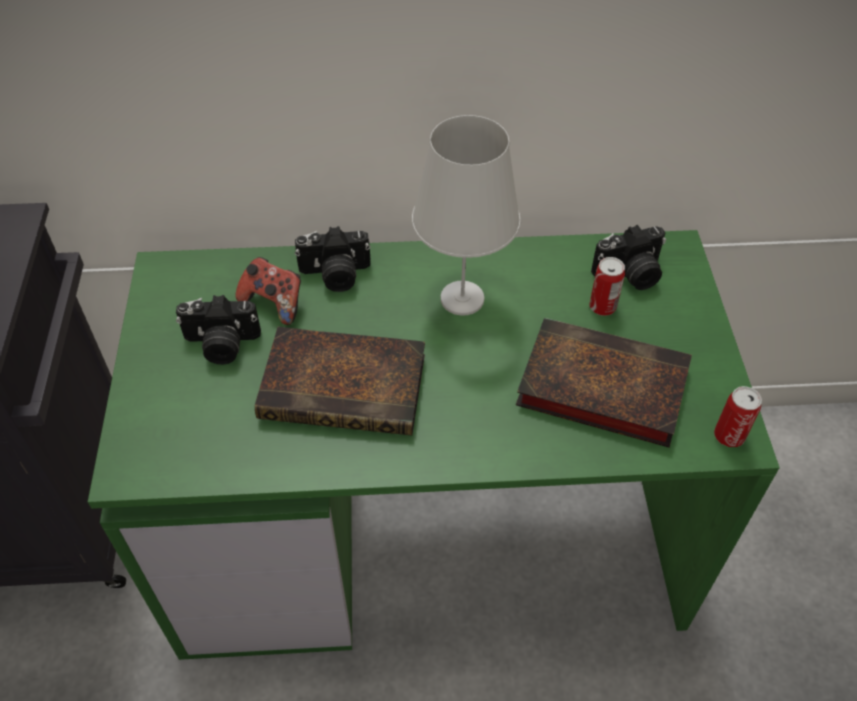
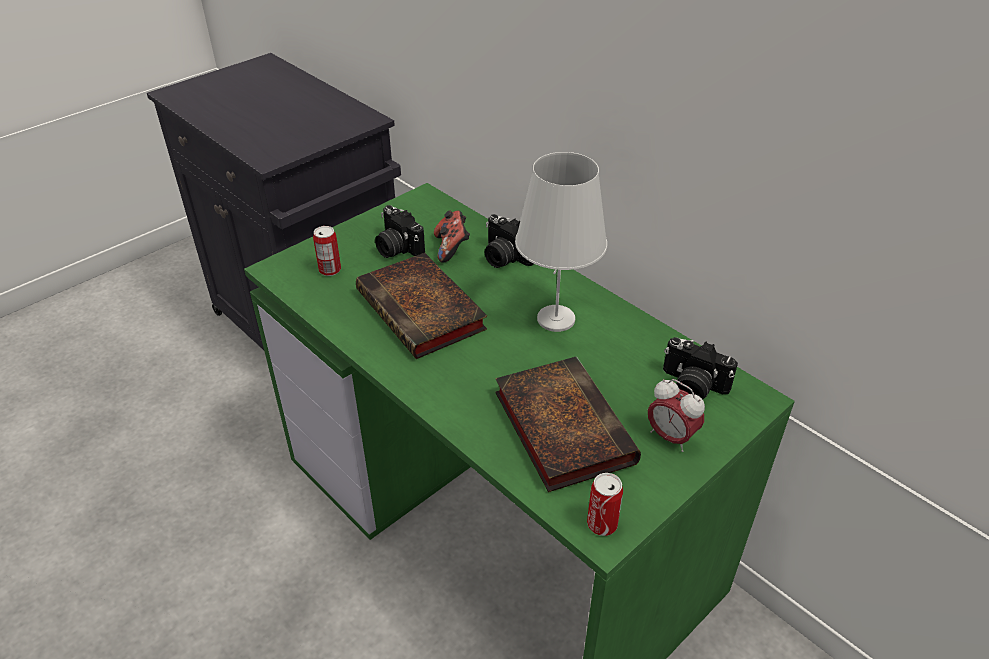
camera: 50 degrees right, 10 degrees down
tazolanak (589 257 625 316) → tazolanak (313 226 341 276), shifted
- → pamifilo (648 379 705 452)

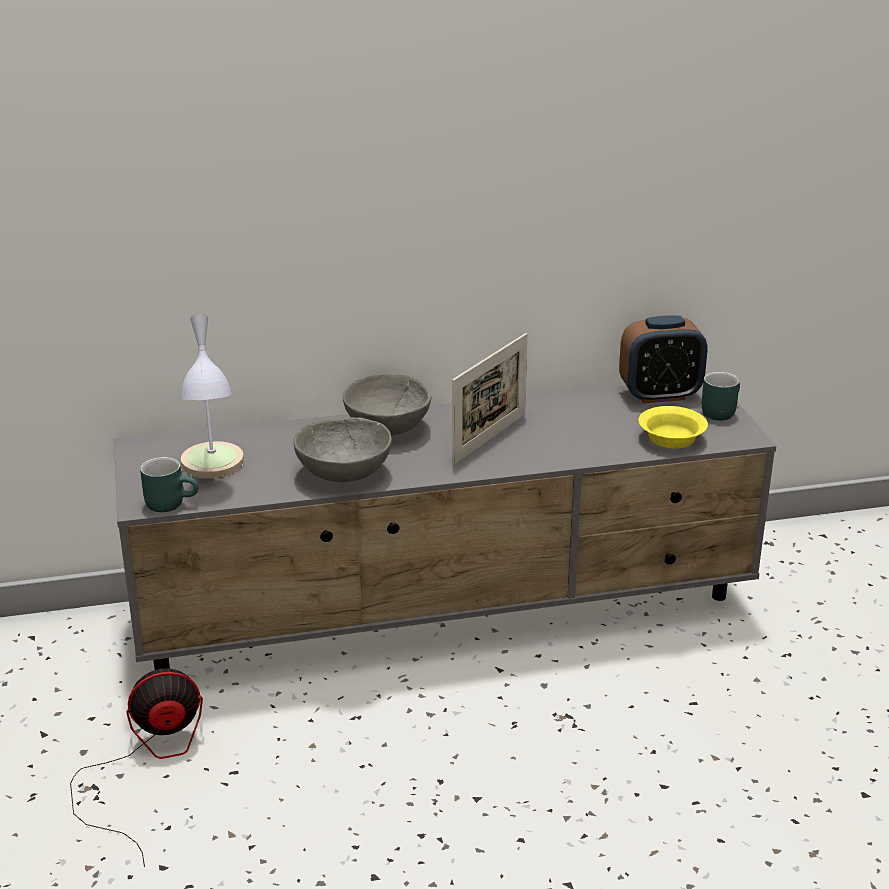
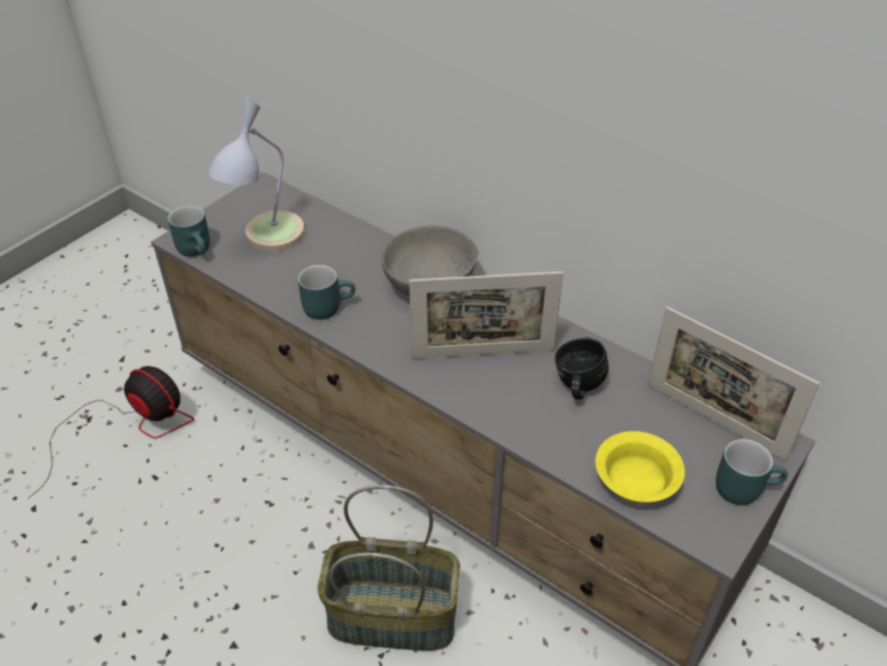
camera: 50 degrees right, 15 degrees up
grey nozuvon (294 417 392 482) → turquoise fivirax (298 265 355 320)
pamifilo (619 316 707 403) → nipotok (648 307 820 461)
- → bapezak (317 485 460 651)
- → black fivirax (555 337 609 400)

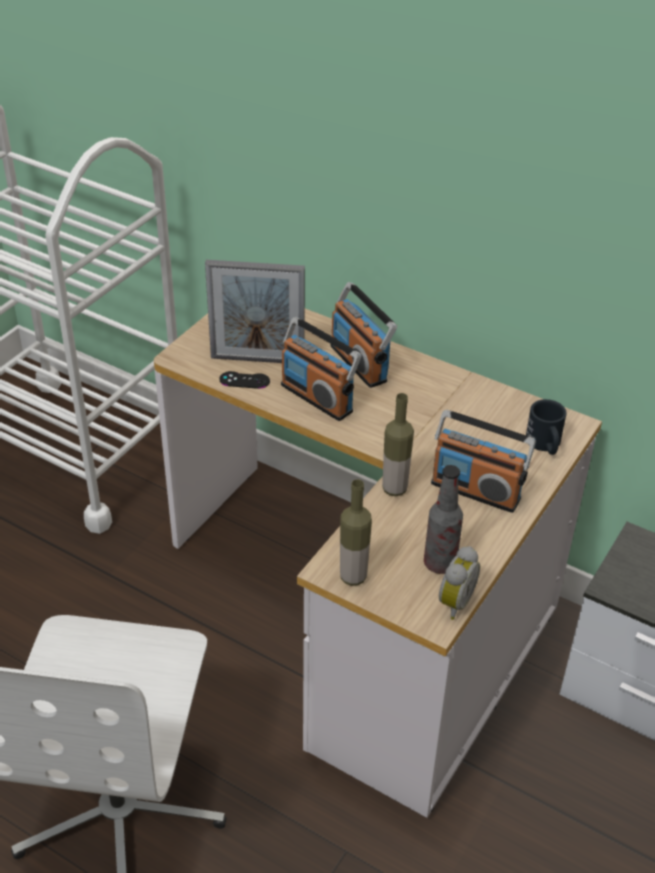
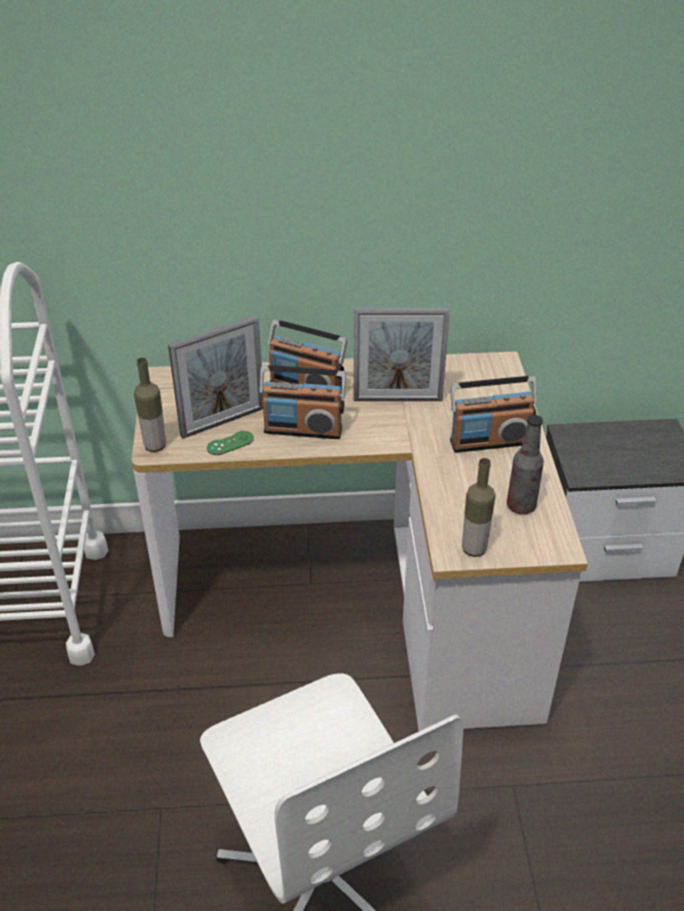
camera: 35 degrees left, 0 degrees up
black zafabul (219 371 270 389) → green zafabul (207 431 254 455)
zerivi (382 393 414 496) → zerivi (134 357 166 452), shifted
pamifilo (439 546 480 620) → -
black fivirax (526 399 567 455) → -
- → nipotok (354 308 450 401)

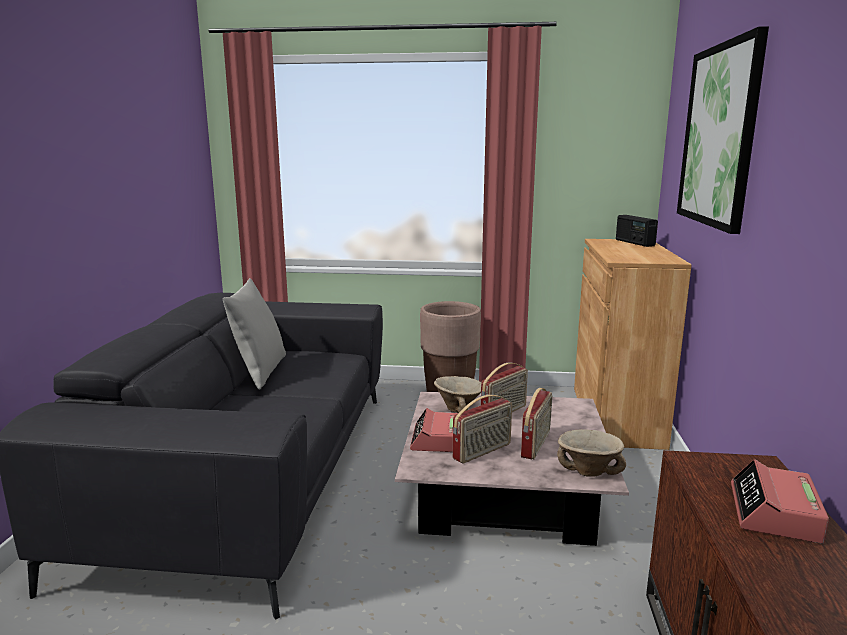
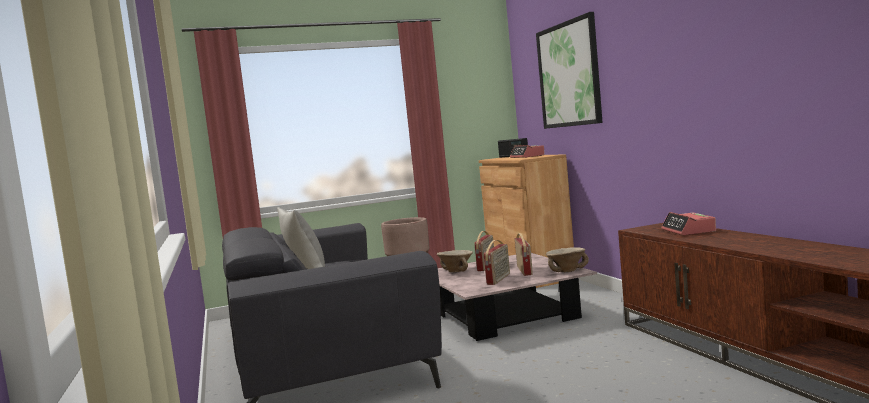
camera: 25 degrees left, 10 degrees down
pamifilo (410 408 458 452) → pamifilo (510 145 545 158), shifted

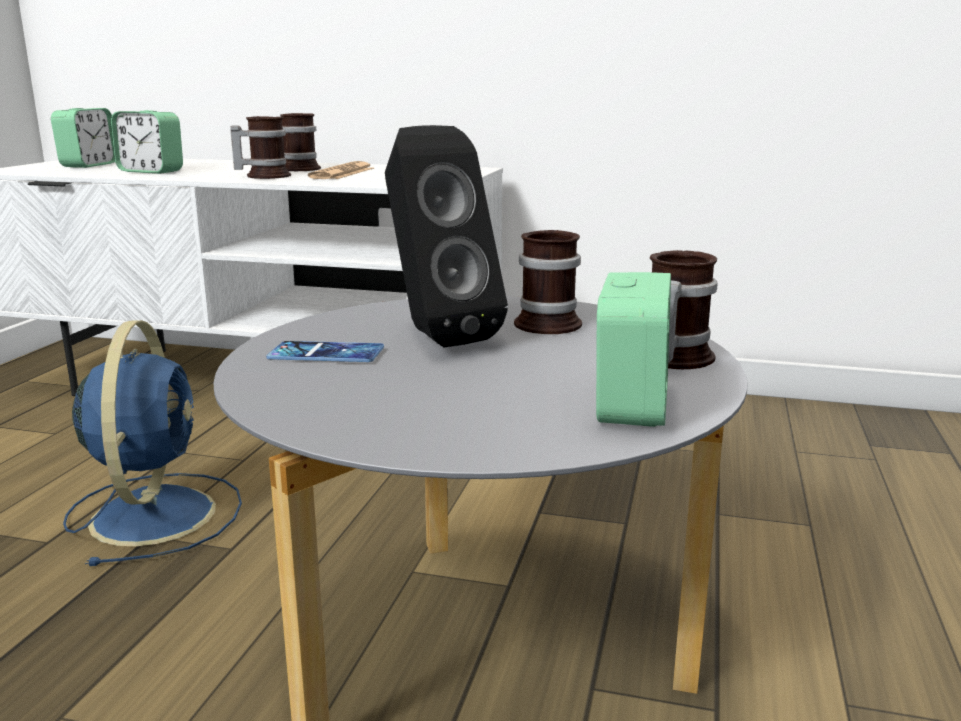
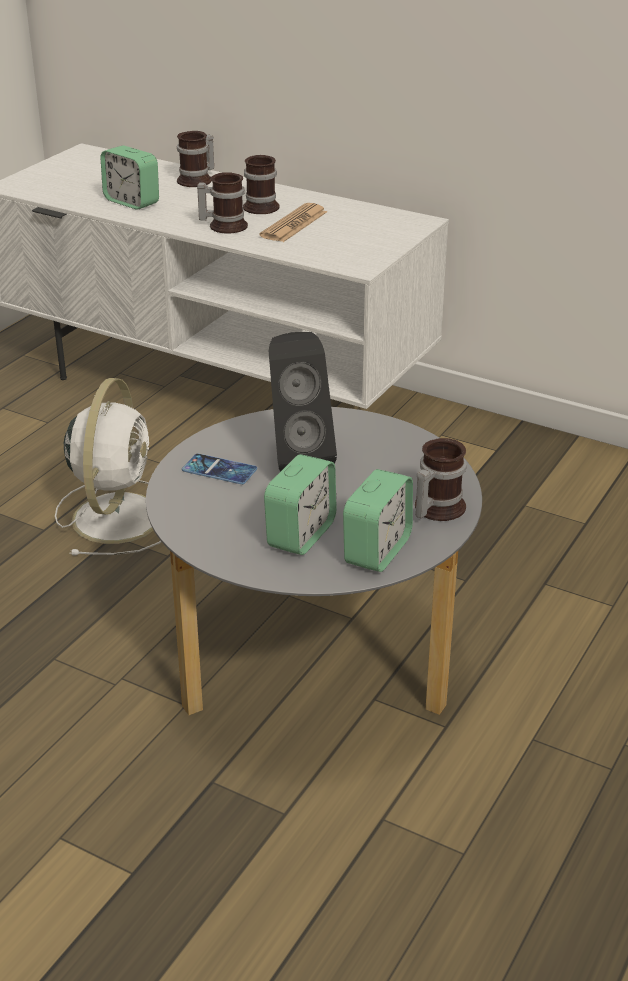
camera: 15 degrees right, 15 degrees up
pamifilo (51 108 115 168) → pamifilo (264 454 337 555), shifted
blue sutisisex (63 320 242 566) → white sutisisex (55 378 161 556)
fivirax (514 230 582 334) → fivirax (177 131 214 187), shifted

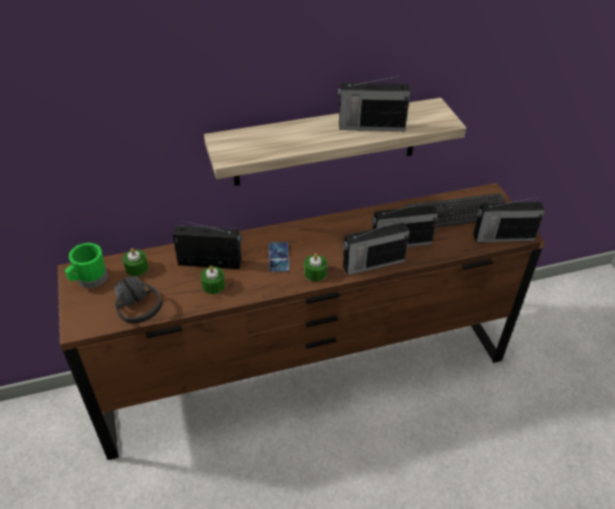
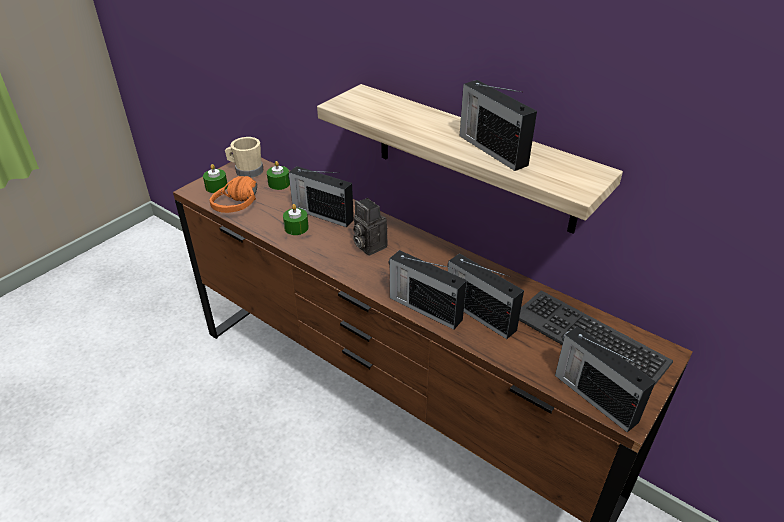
camera: 55 degrees right, 5 degrees down
green fivirax (64 243 108 288) → beige fivirax (225 137 264 178)
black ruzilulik (114 276 163 324) → orange ruzilulik (209 176 257 213)
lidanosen (172 220 242 269) → lidanosen (288 166 354 227), 150 degrees clockwise
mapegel (269 242 289 272) → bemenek (353 198 388 256)
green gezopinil (304 253 327 282) → green gezopinil (203 164 228 193), shifted

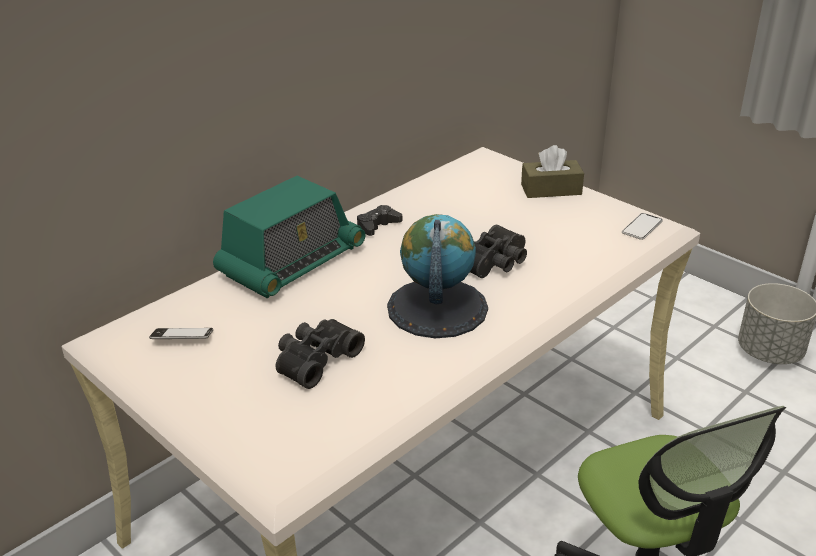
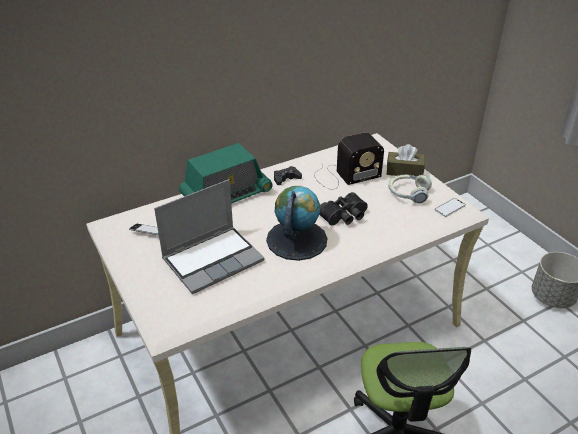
camera: 15 degrees right, 5 degrees up
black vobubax (276 319 365 389) → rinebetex (154 179 264 294)
- → lidanosen (314 133 384 190)
- → ruzilulik (388 175 432 204)

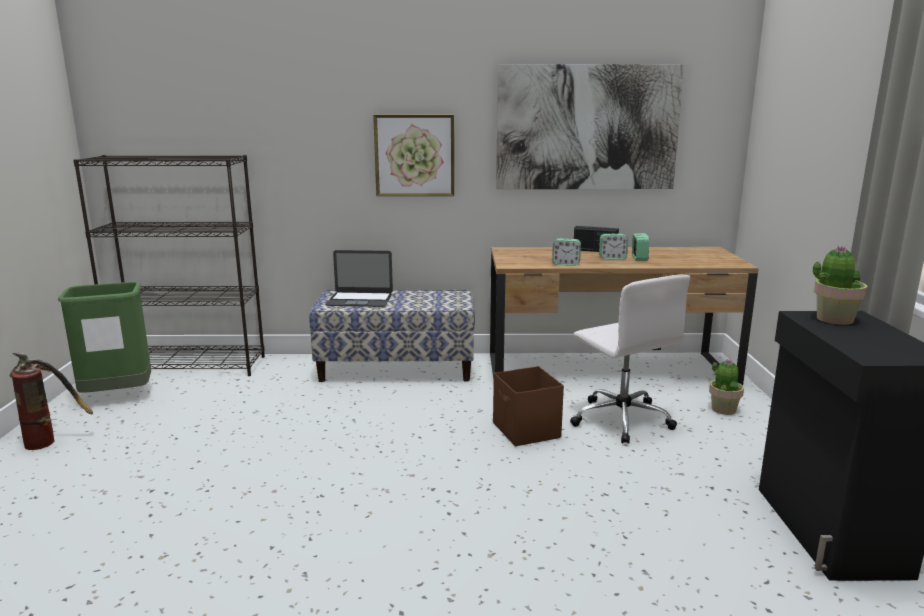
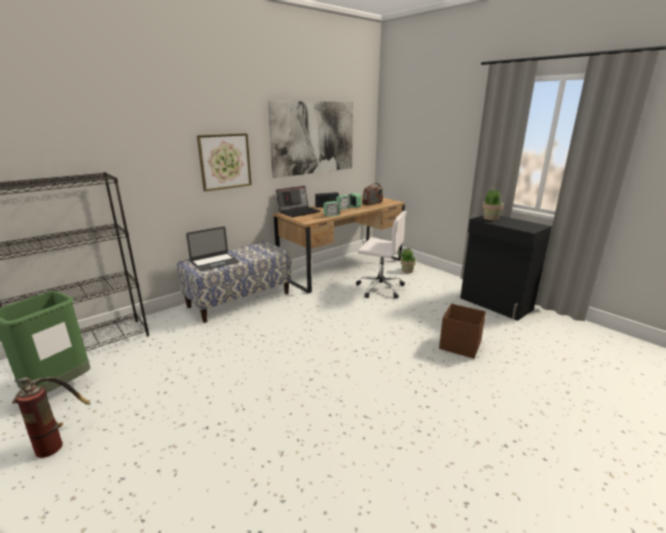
camera: 40 degrees left, 5 degrees up
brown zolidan (493 366 564 446) → brown zolidan (439 304 486 359), shifted
- → rinebetex (276 186 320 217)
- → lidanosen (362 183 383 206)

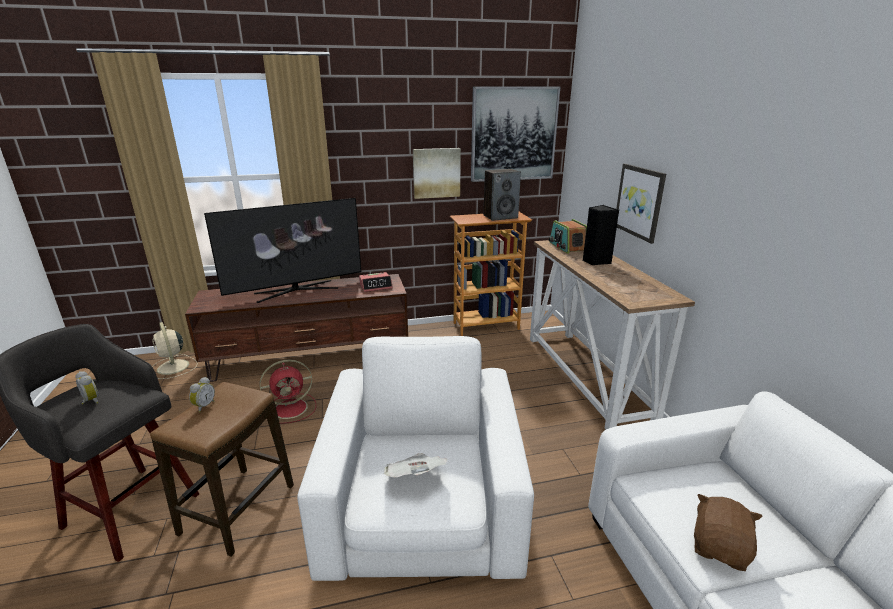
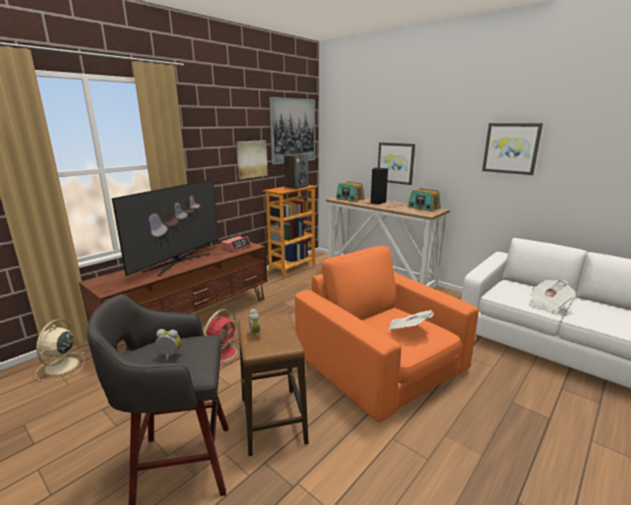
camera: 35 degrees left, 5 degrees down
beige sutisisex (152 322 198 379) → beige sutisisex (35 319 85 381), 75 degrees clockwise
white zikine (297 336 534 581) → orange zikine (295 246 479 423)
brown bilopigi (694 494 763 571) → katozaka (529 280 576 312)
- → lidanosen (407 188 441 211)
- → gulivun (482 123 543 175)

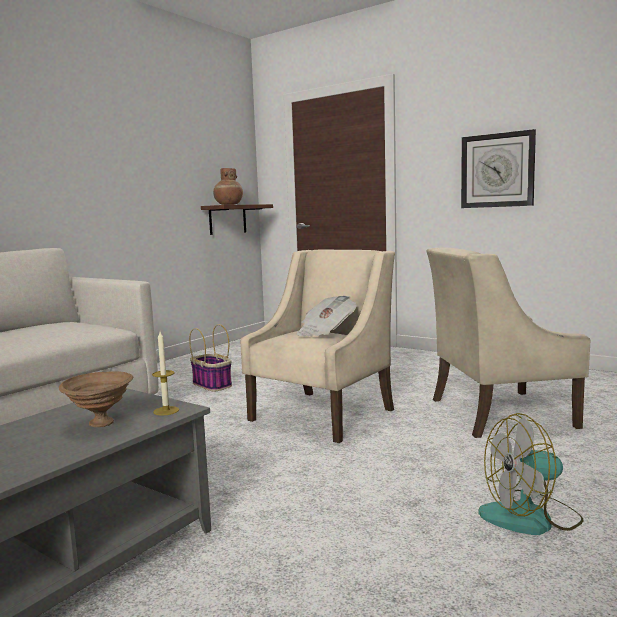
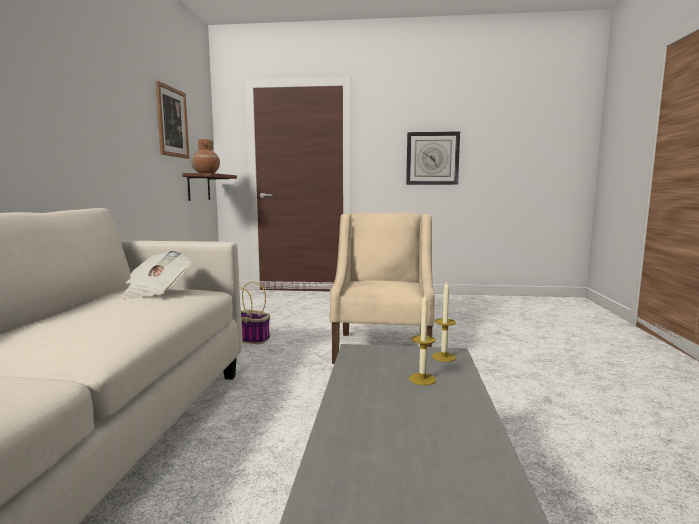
camera: 30 degrees left, 0 degrees up
brown nozuvon (59 371 133 427) → gezopinil (409 294 436 385)
katozaka (296 296 356 337) → katozaka (121 250 192 299), shifted
beige zikine (427 247 590 438) → -
sutisisex (478 413 583 535) → -
- → gulivun (156 81 189 159)

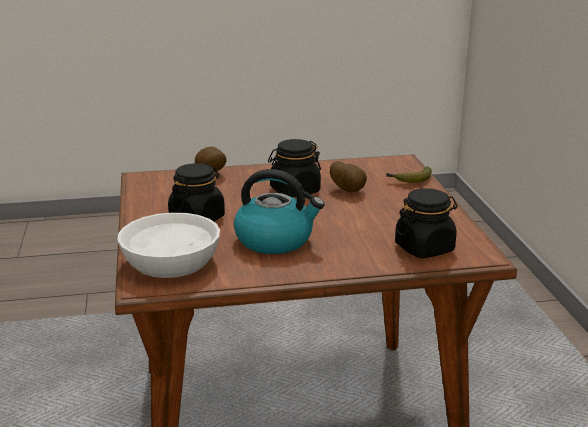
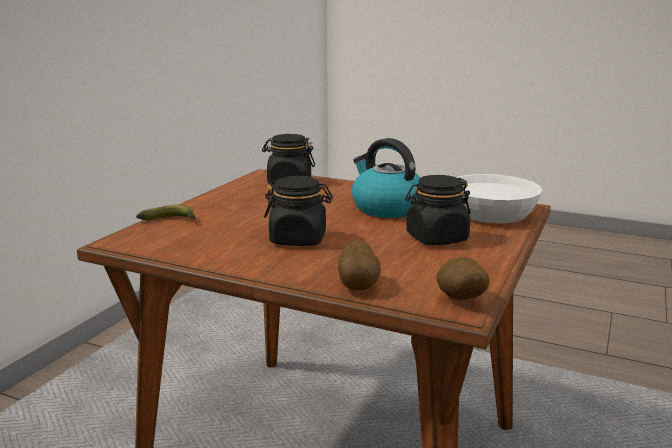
camera: 145 degrees left, 5 degrees down
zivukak (330 161 367 192) → zivukak (437 257 490 300), shifted

